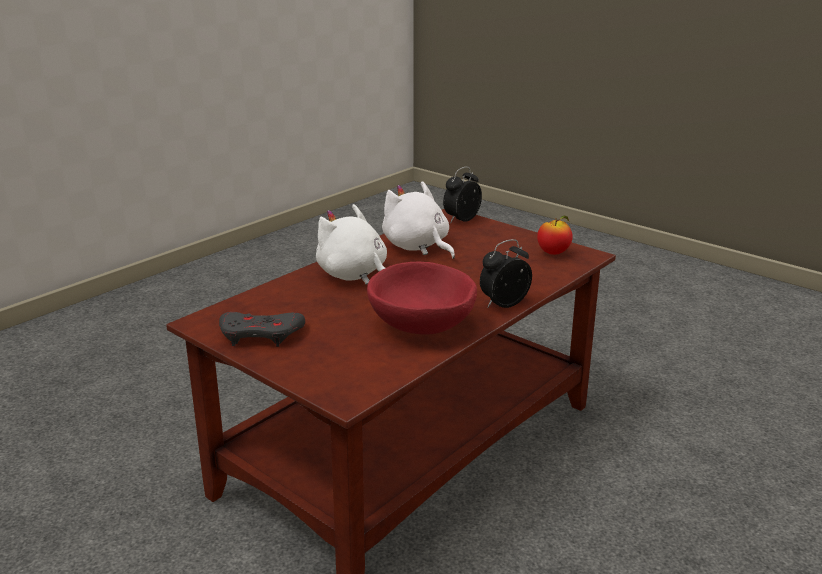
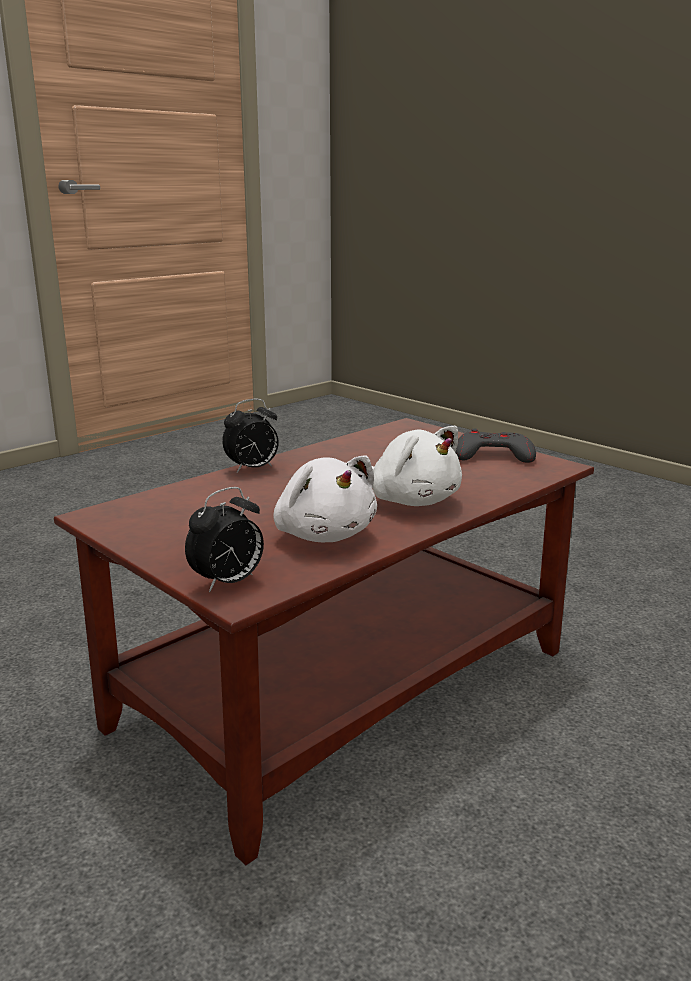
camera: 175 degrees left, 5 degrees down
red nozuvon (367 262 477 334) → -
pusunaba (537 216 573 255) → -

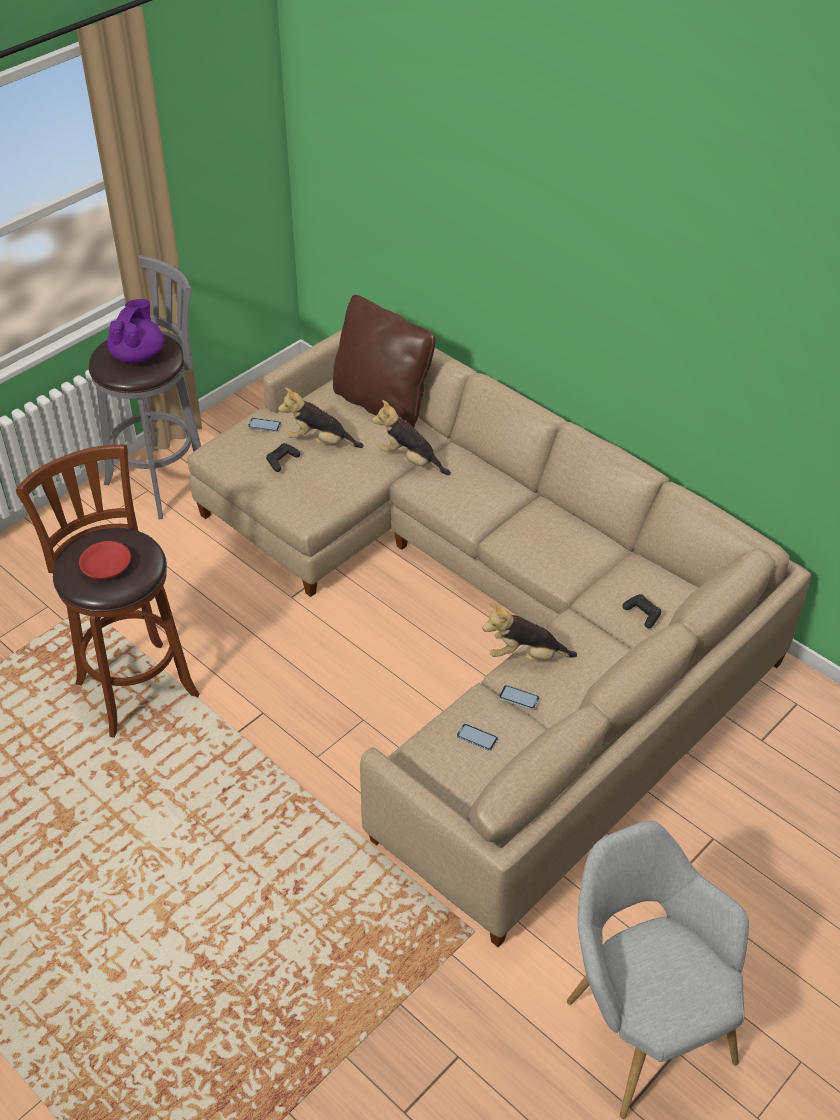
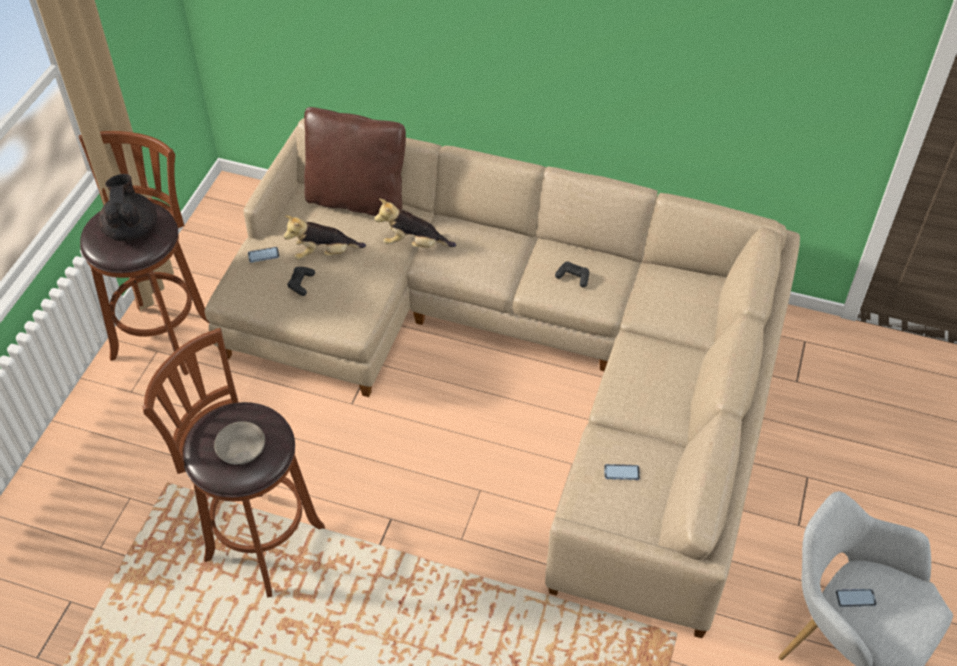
camera: 25 degrees left, 5 degrees up
red nozuvon (79 541 131 580) → grey nozuvon (214 421 265 465)
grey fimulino (89 255 201 519) → brown fimulino (79 131 210 375)
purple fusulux (107 299 164 363) → black fusulux (99 174 157 241)
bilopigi (483 603 577 660) → -
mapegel (499 685 539 710) → mapegel (835 589 877 607), shifted
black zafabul (622 594 661 628) → black zafabul (555 261 589 288), shifted

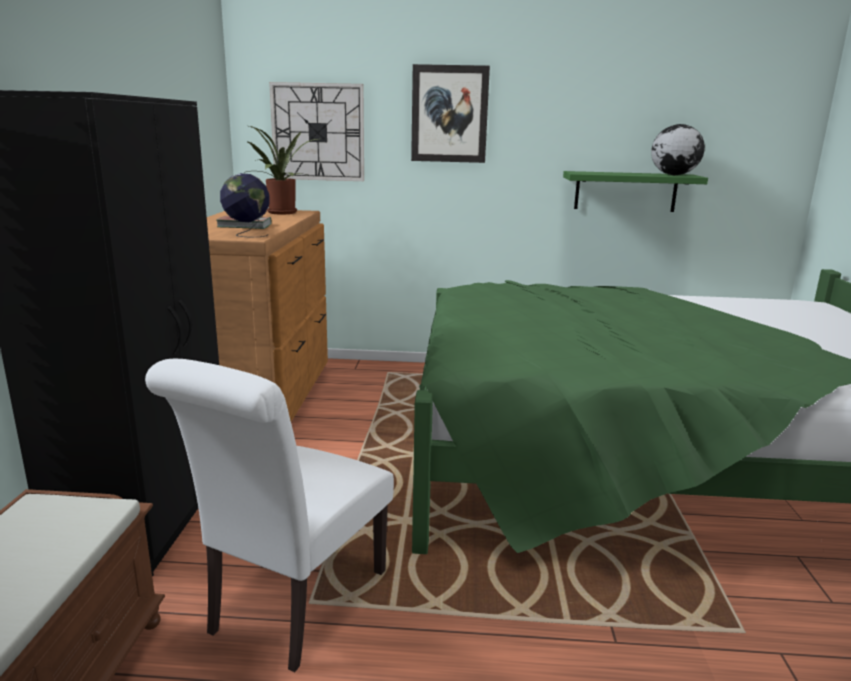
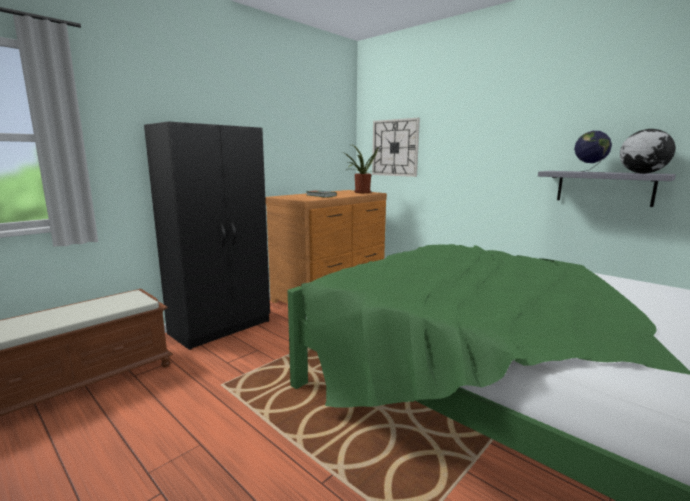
camera: 40 degrees right, 5 degrees down
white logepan (145 359 394 672) → -
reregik (220 173 270 237) → reregik (574 131 612 173), shifted
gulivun (411 64 490 163) → -
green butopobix (563 171 708 212) → grey butopobix (538 171 676 207)

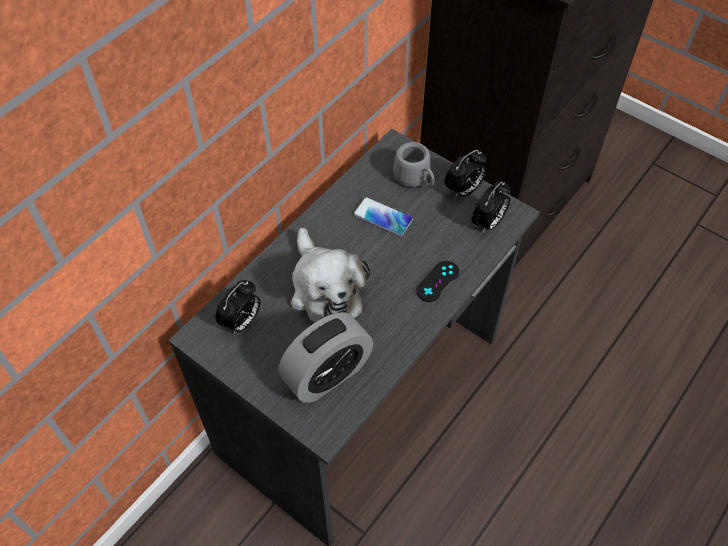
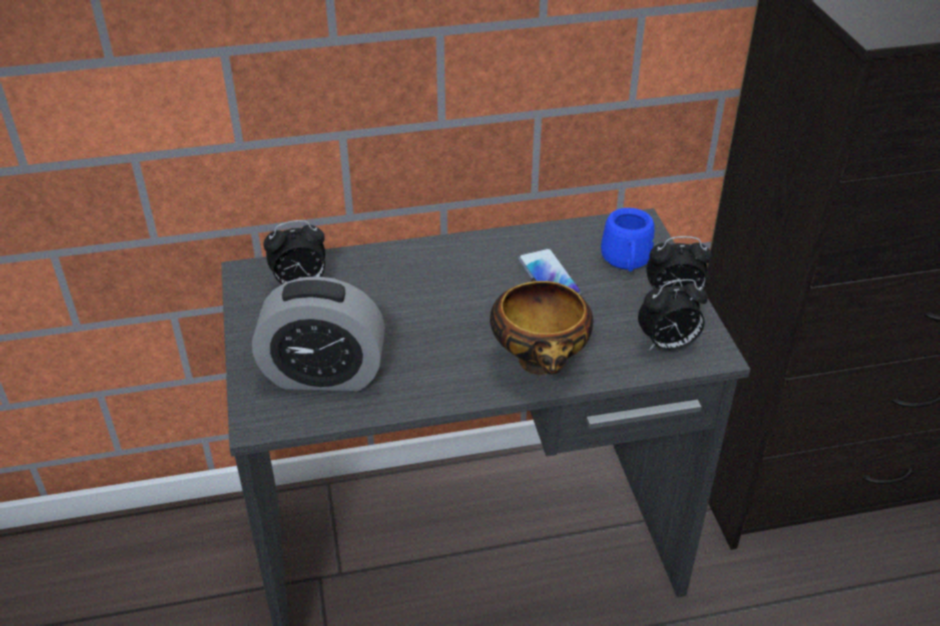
camera: 40 degrees right, 15 degrees down
bilopigi (291 228 370 323) → -
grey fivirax (393 142 434 187) → blue fivirax (601 208 654 272)
black zafabul (416 261 459 302) → nozuvon (490 278 593 375)

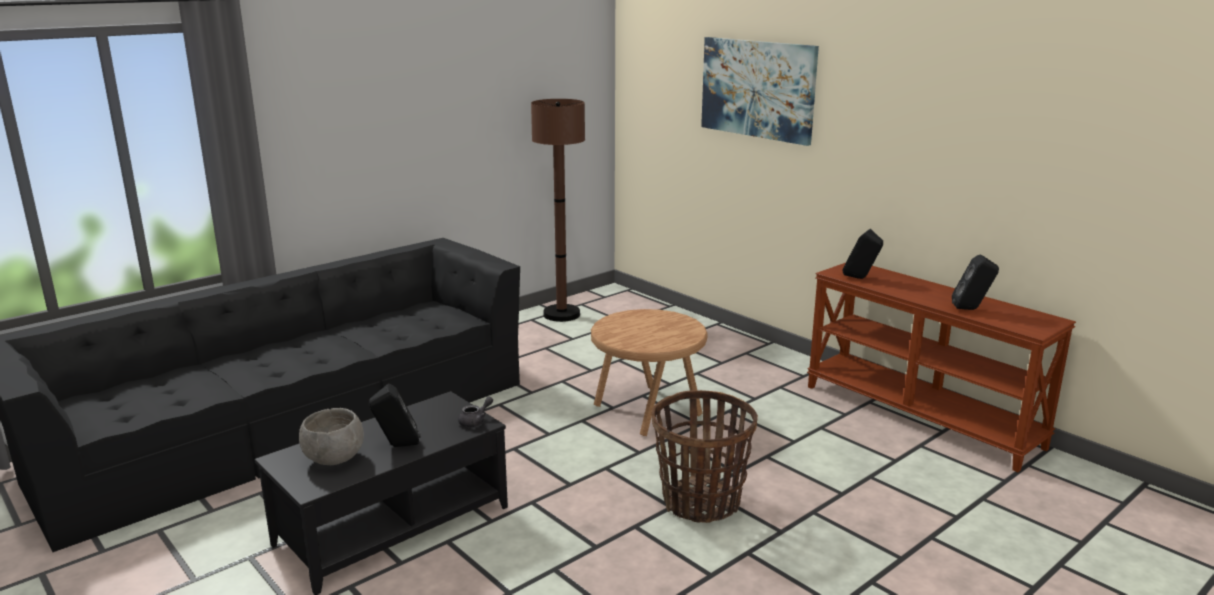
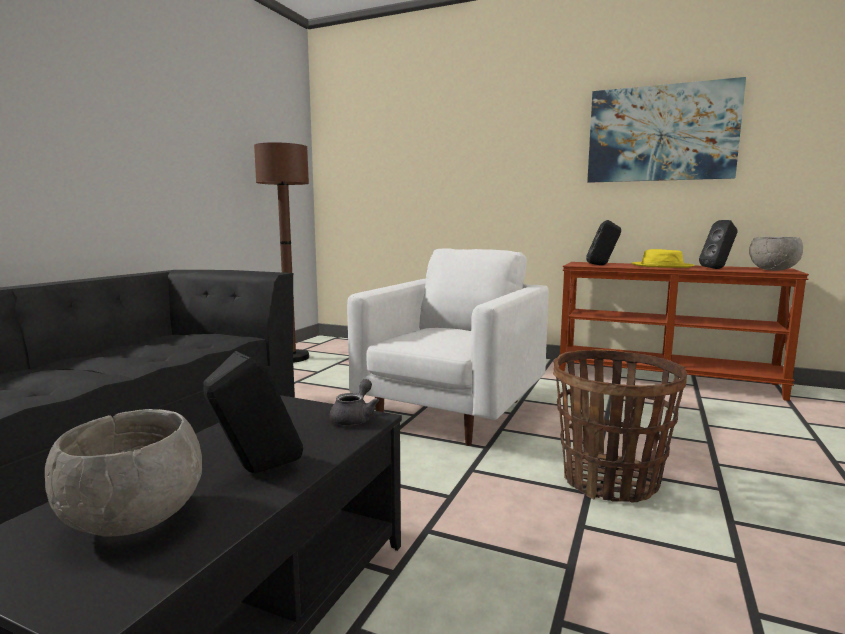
camera: 25 degrees left, 10 degrees down
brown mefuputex (591 309 708 436) → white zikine (347 248 549 446)
gulivun (701 37 819 146) → gulivun (587 77 746 183), shifted
- → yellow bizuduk (632 249 695 268)
- → grey nozuvon (749 237 803 271)

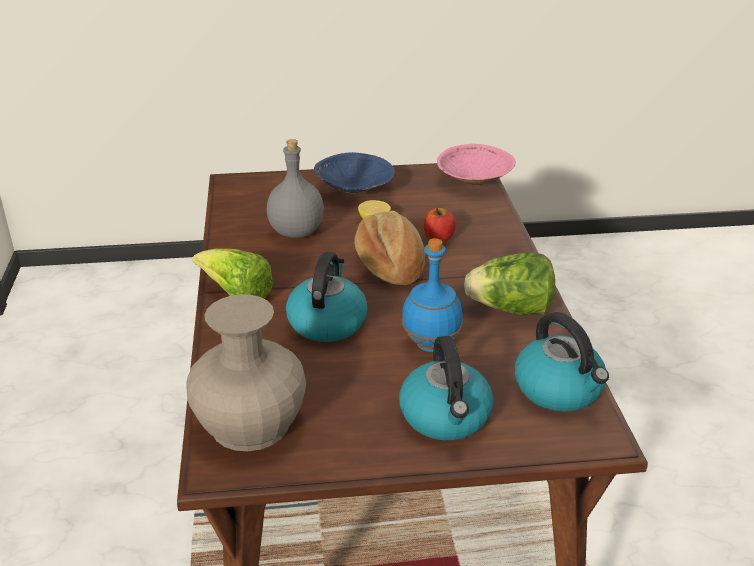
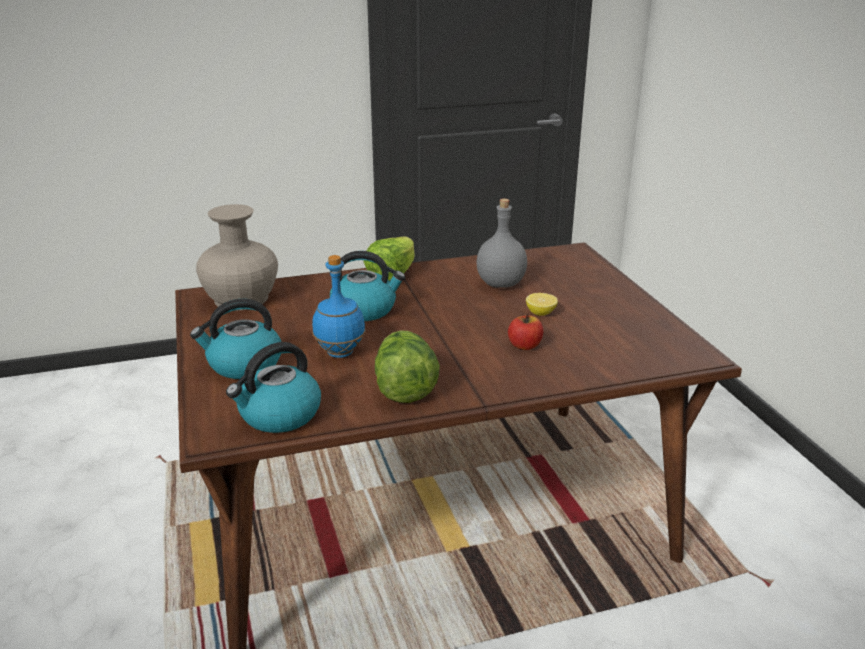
camera: 80 degrees right, 5 degrees down
blue nozuvon (314 152 395 194) → -
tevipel (354 211 425 285) → -
pink nozuvon (437 144 516 185) → -

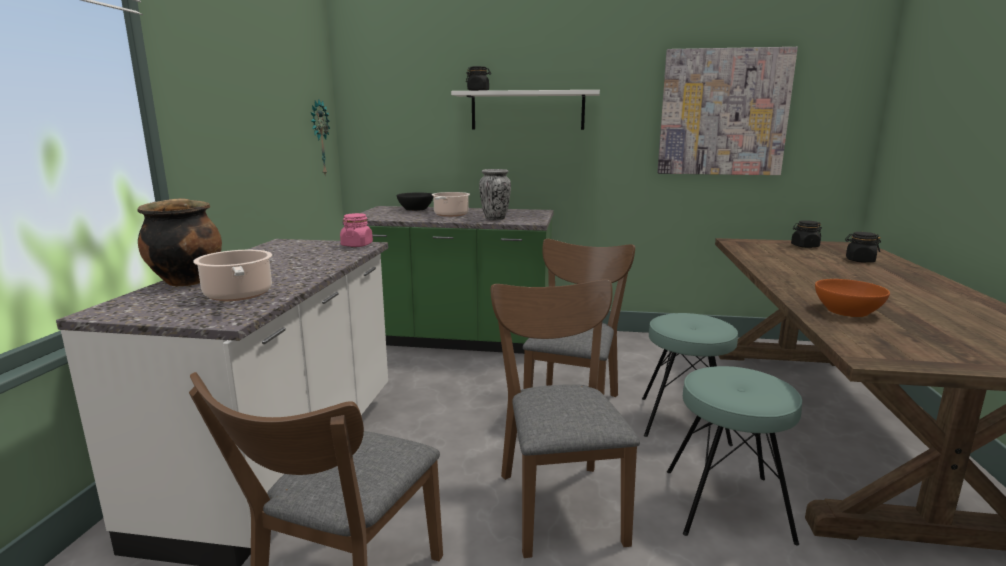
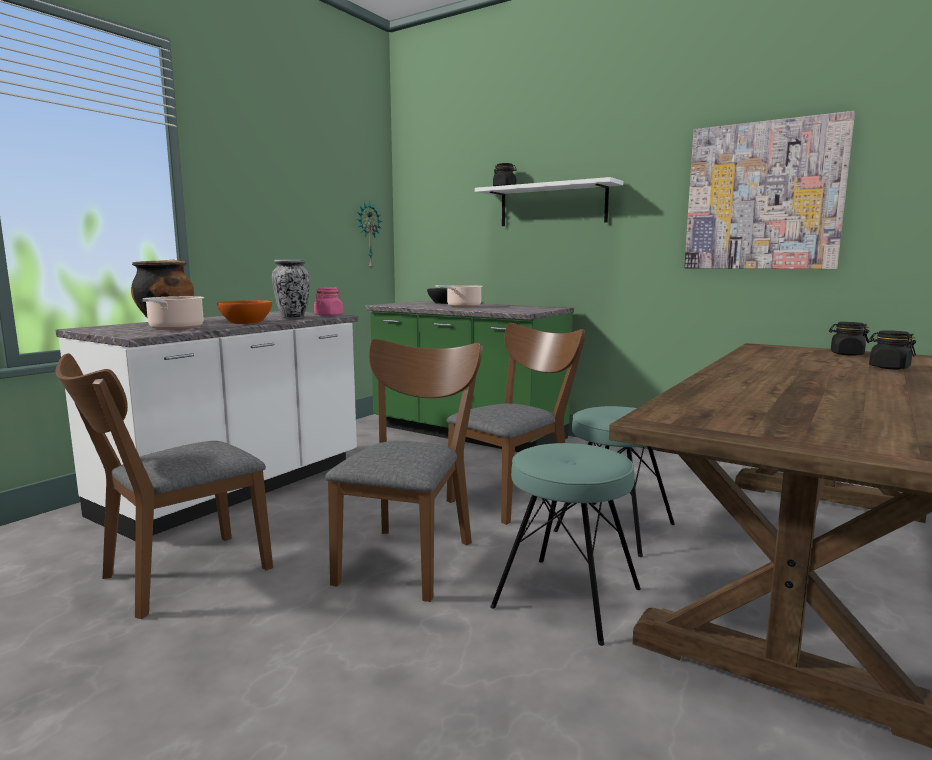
camera: 25 degrees right, 5 degrees down
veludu (479 169 511 220) → veludu (272 260 310 319), shifted
orange nozuvon (815 279 890 317) → orange nozuvon (217 300 272 324), shifted

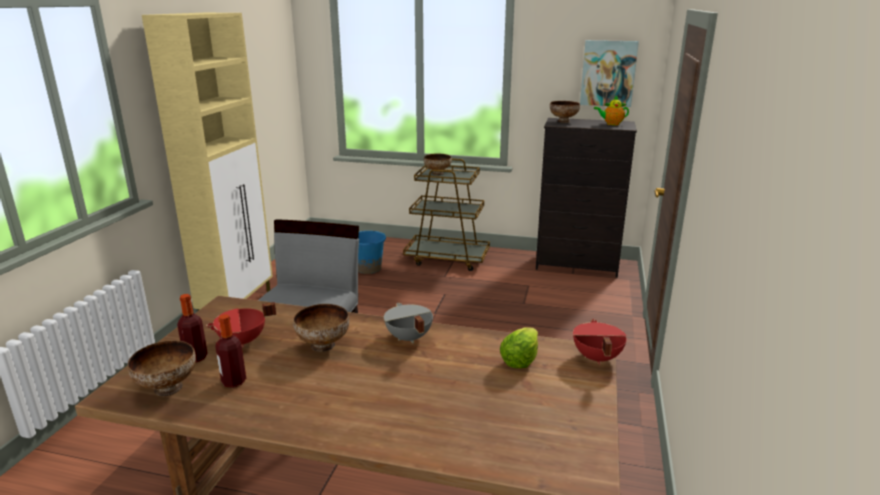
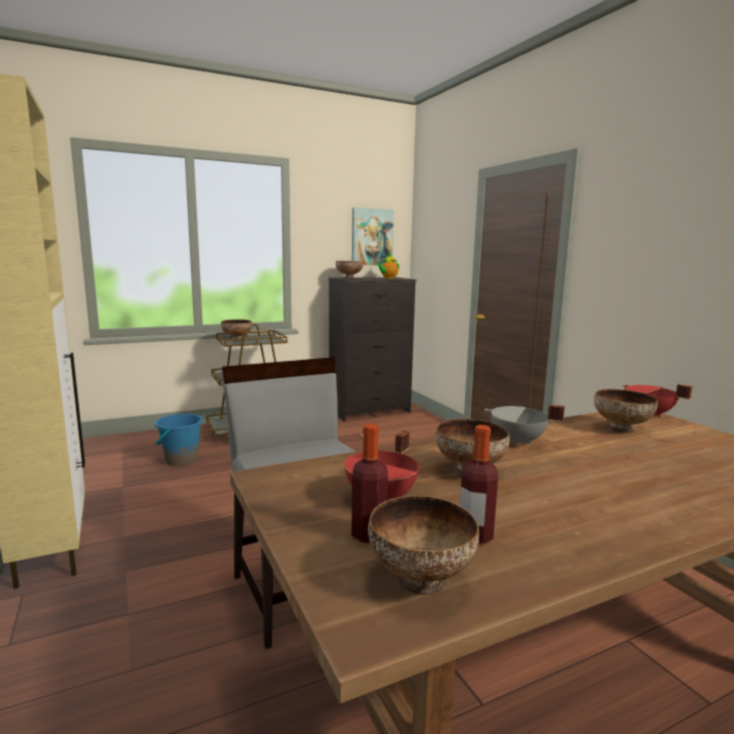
camera: 40 degrees left, 10 degrees down
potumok (500 327 538 368) → nozuvon (594 389 658 433)

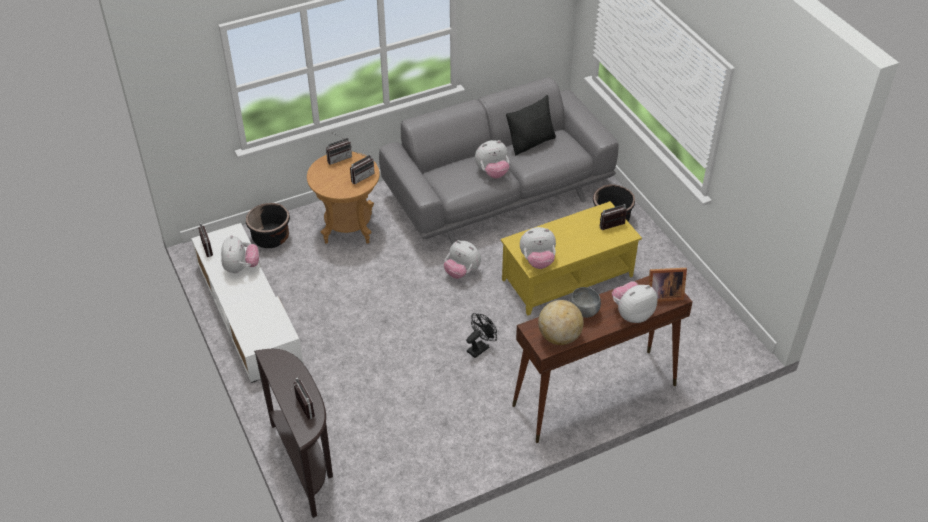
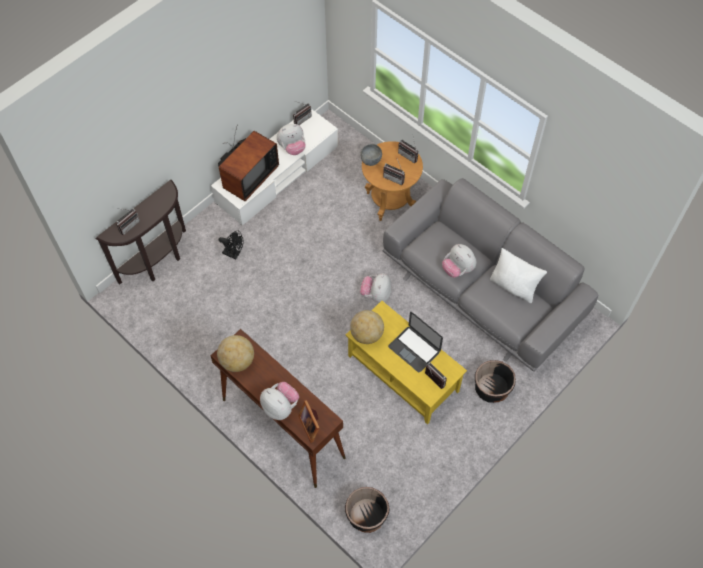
camera: 70 degrees right, 15 degrees up
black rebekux (246 203 290 248) → black rebekux (345 487 390 533), shifted
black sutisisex (466 313 497 358) → black sutisisex (218 231 244 259), shifted
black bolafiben (506 95 556 155) → white bolafiben (490 248 547 303)
bilopigi (520 227 556 269) → reregik (350 310 384 344)
grey nozuvon (570 287 601 318) → grey nozuvon (360 144 382 166), shifted
- → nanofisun (218 124 279 201)
- → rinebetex (388 312 443 372)

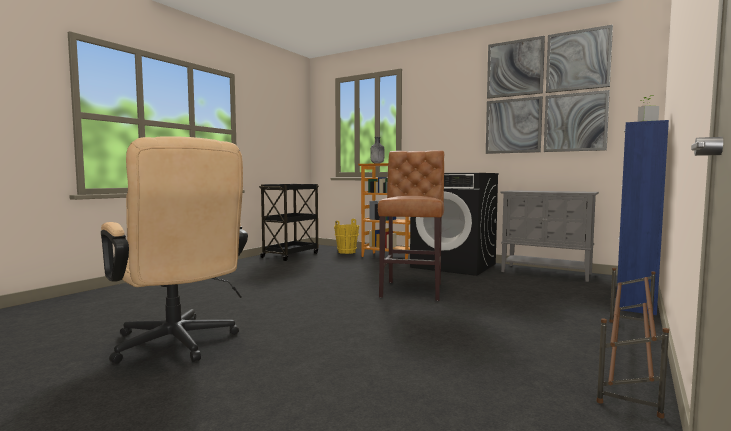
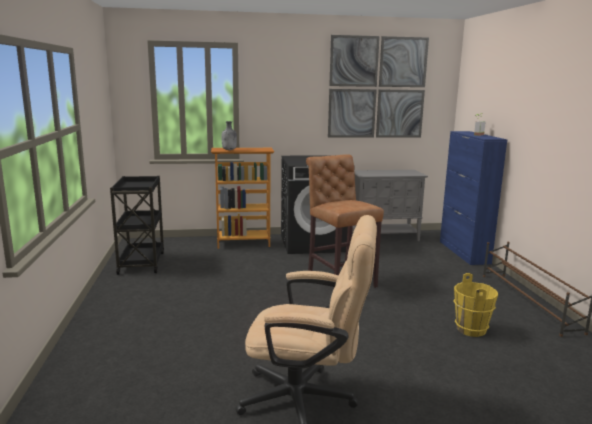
camera: 40 degrees left, 10 degrees up
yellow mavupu (334 219 359 254) → yellow mavupu (453 273 498 337), shifted

